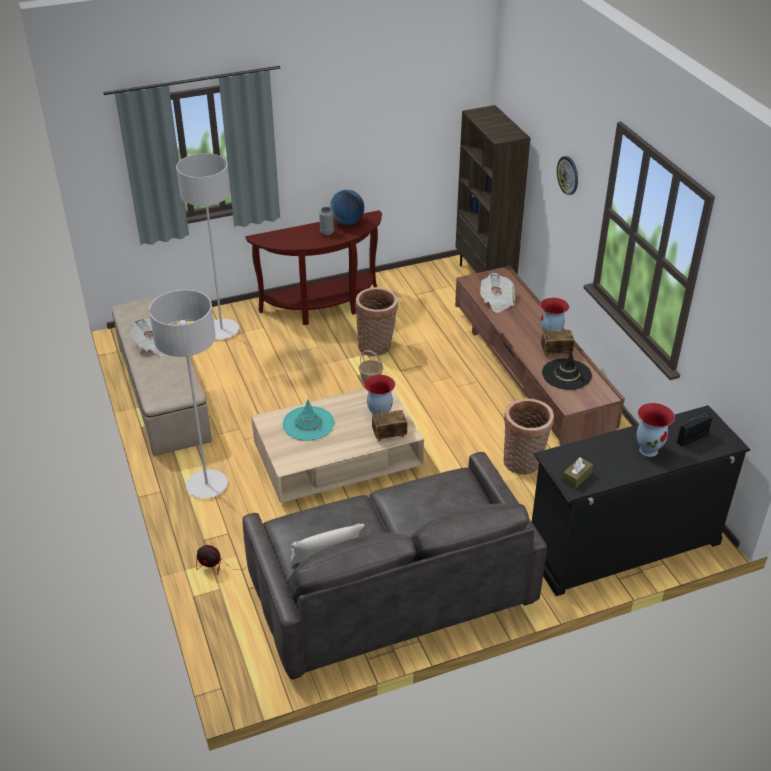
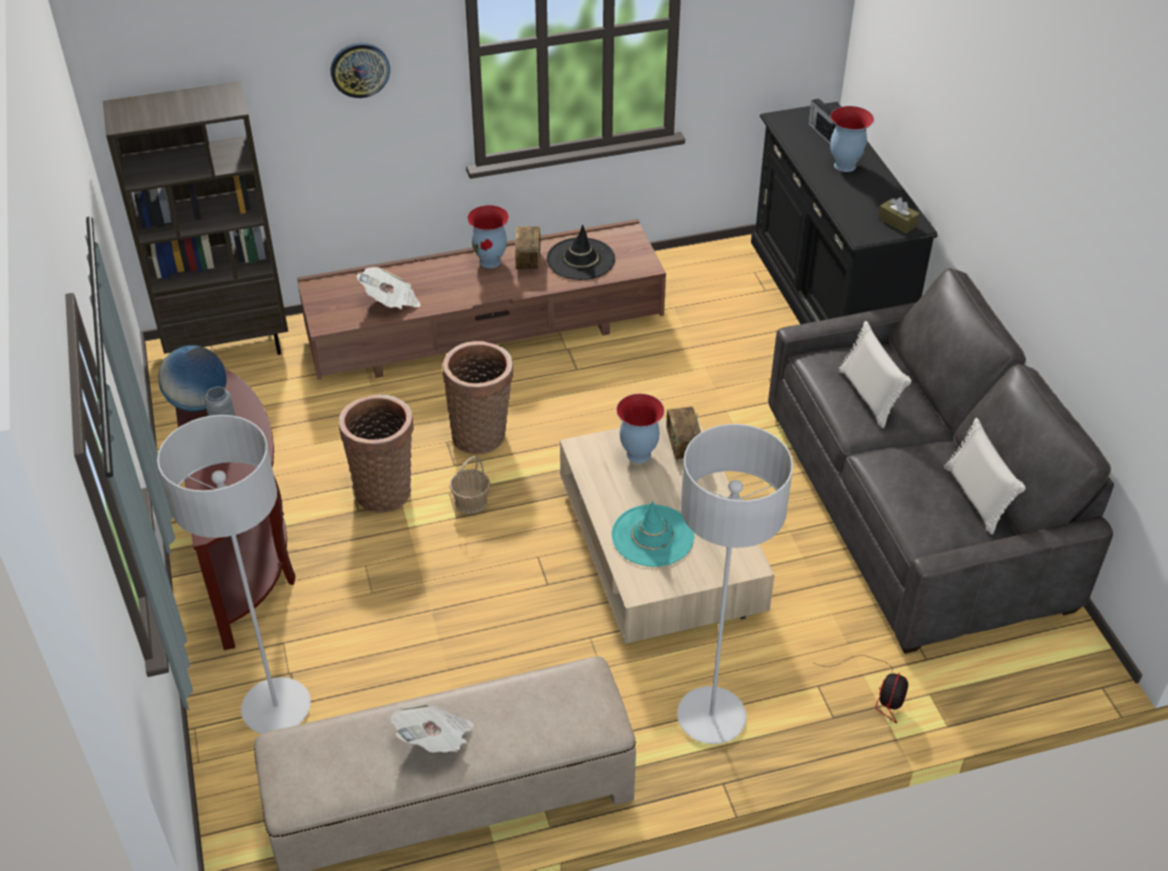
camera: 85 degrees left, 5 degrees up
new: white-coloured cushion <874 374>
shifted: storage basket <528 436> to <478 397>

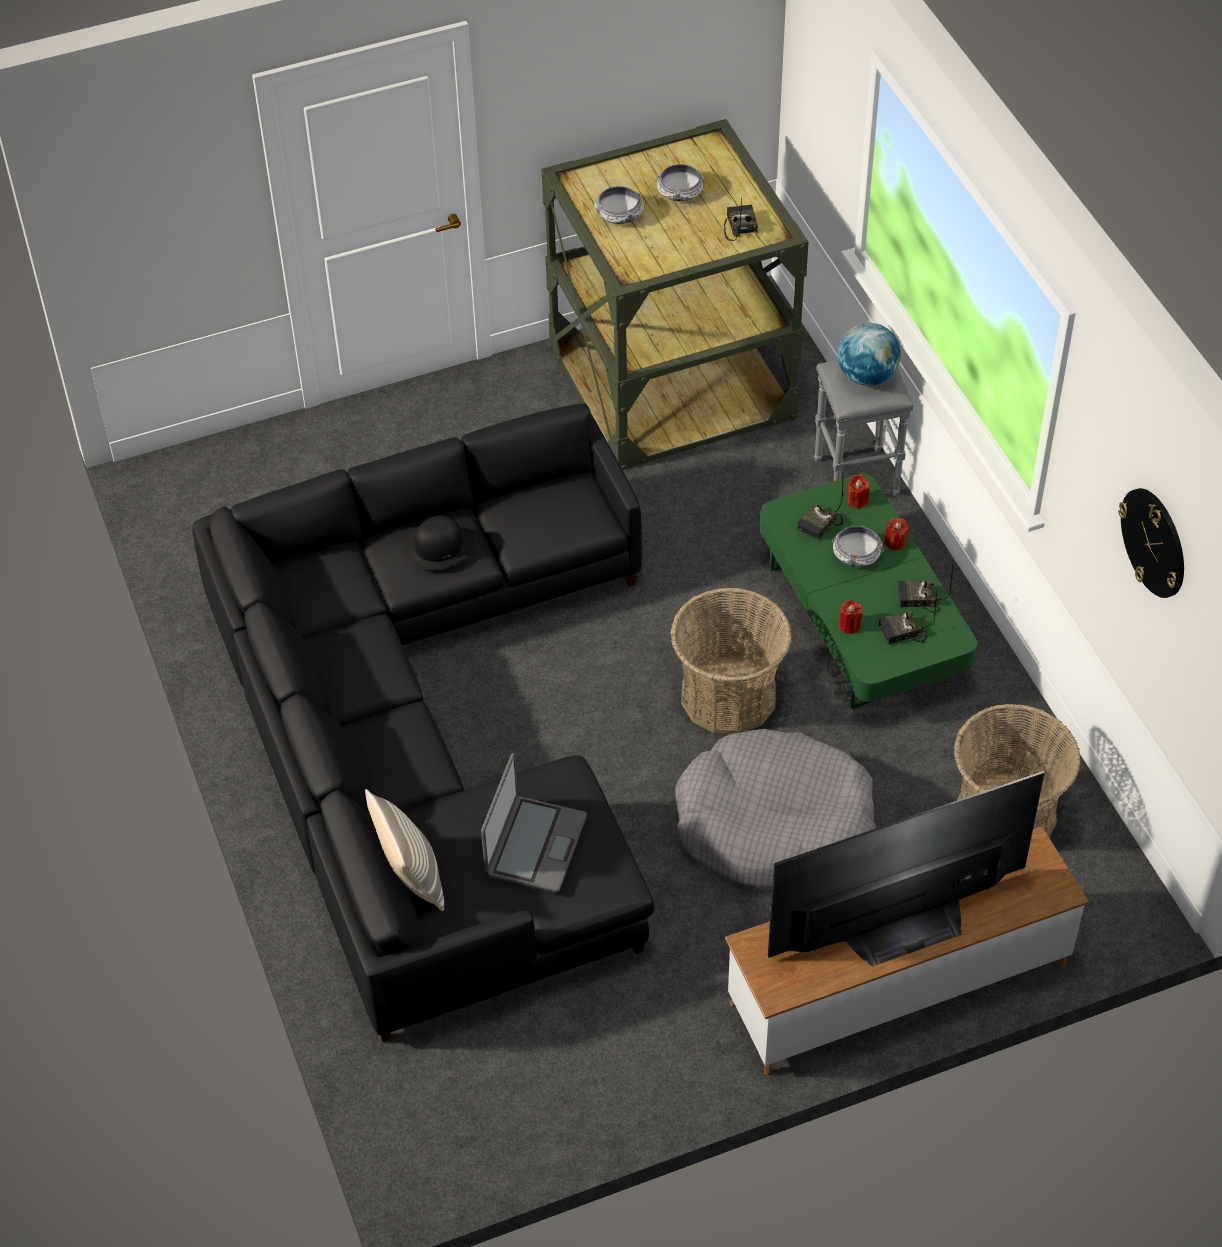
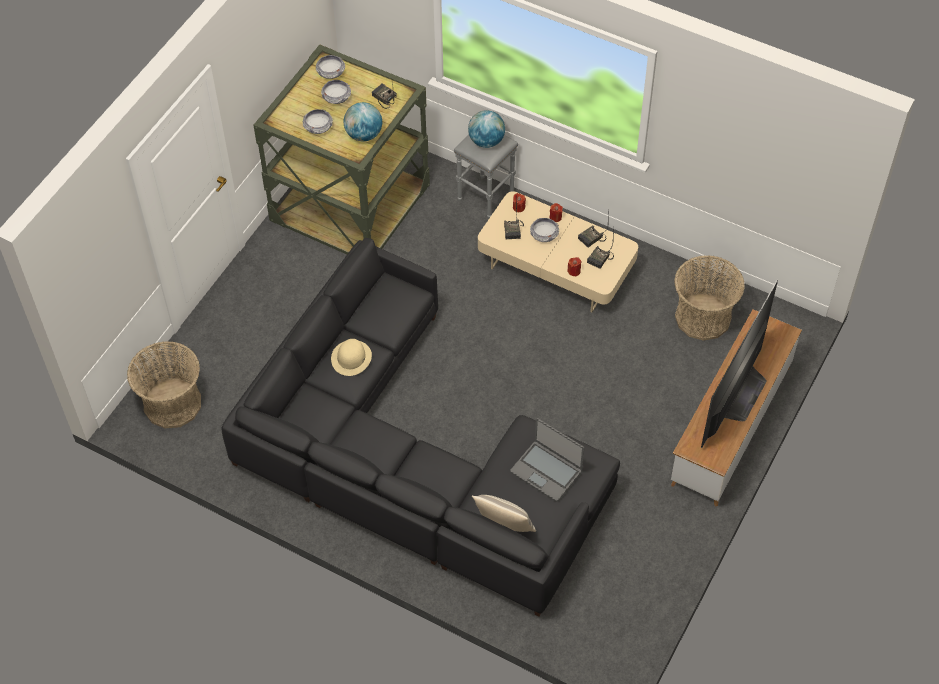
camera: 40 degrees left, 5 degrees up
gone: gray pet bed <775 808>; hanging clock <1151 543>
new: bowl <330 67>; desk globe <362 121>
shifted: storage basket <731 660> to <164 384>
repainted: black-coloured wearable hat <439 543> to beige wearable hat <351 357>; green low table <868 591> to beige low table <558 252>
rotated: portable computer <534 823> = <547 460> 150 degrees clockwise

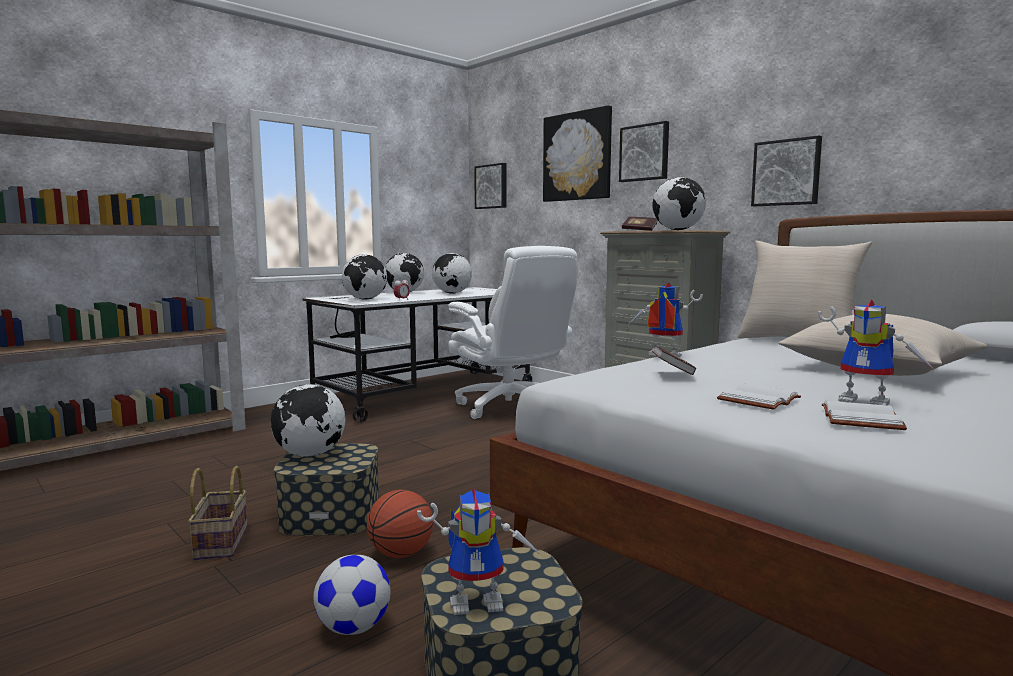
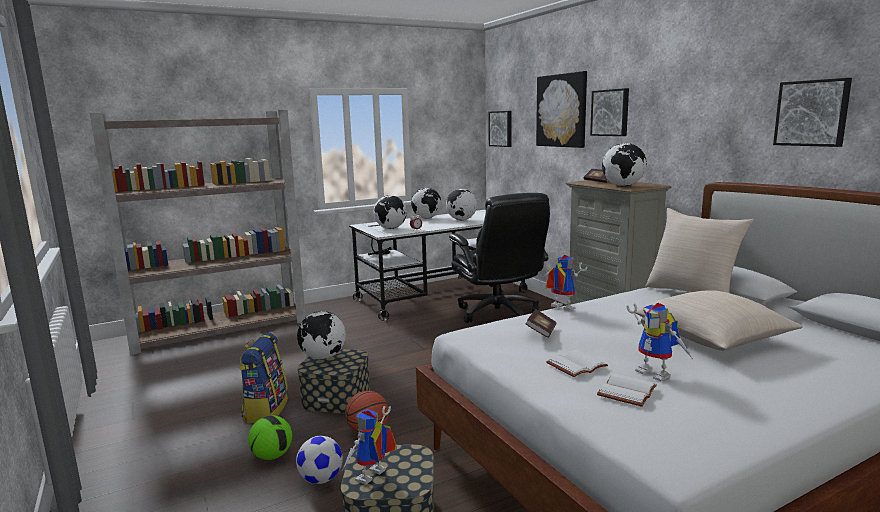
camera: 15 degrees right, 5 degrees up
new: football <270 437>
shifted: wall art <786 170> to <812 112>
swapped: storage basket <217 513> to rucksack <263 378>
repainted: white-coloured office chair <513 332> to black-coloured office chair <499 258>
rotated: toy robot <479 552> = <369 445> 120 degrees clockwise

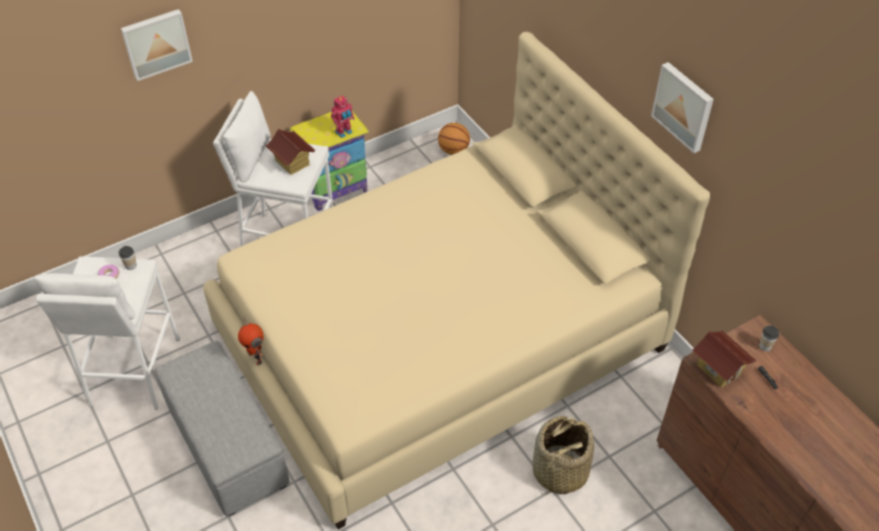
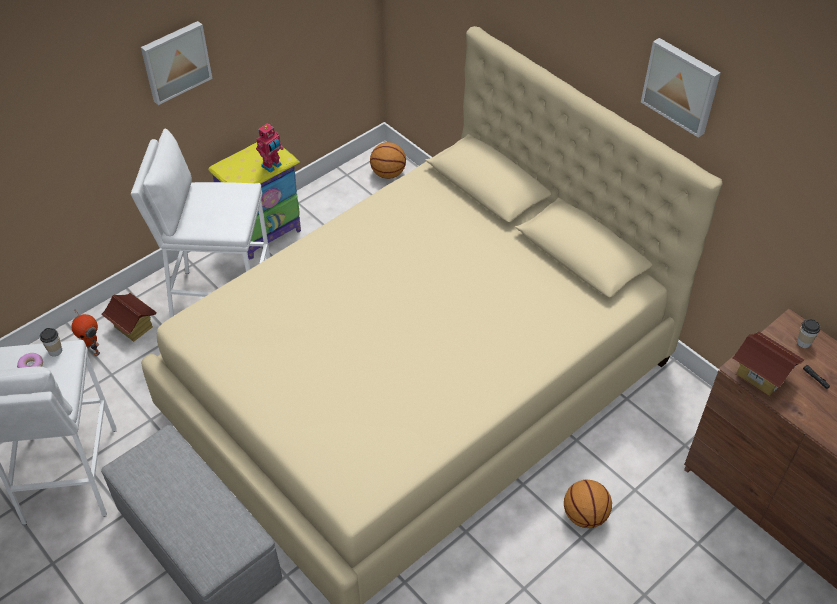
camera: 10 degrees left, 0 degrees up
shifted: toy robot <251 340> to <85 332>; toy house <290 152> to <129 317>; wall art <157 45> to <176 63>
swapped: storage basket <563 455> to basketball <588 503>

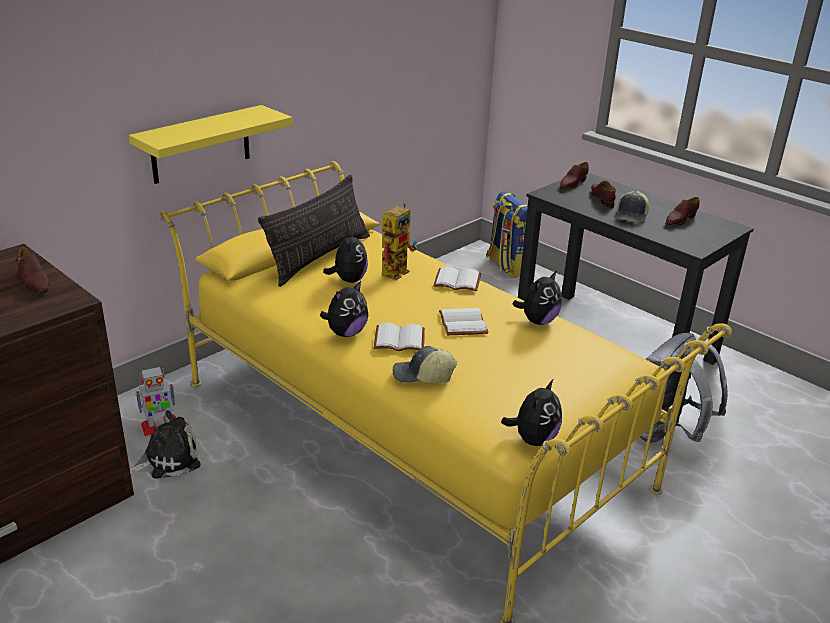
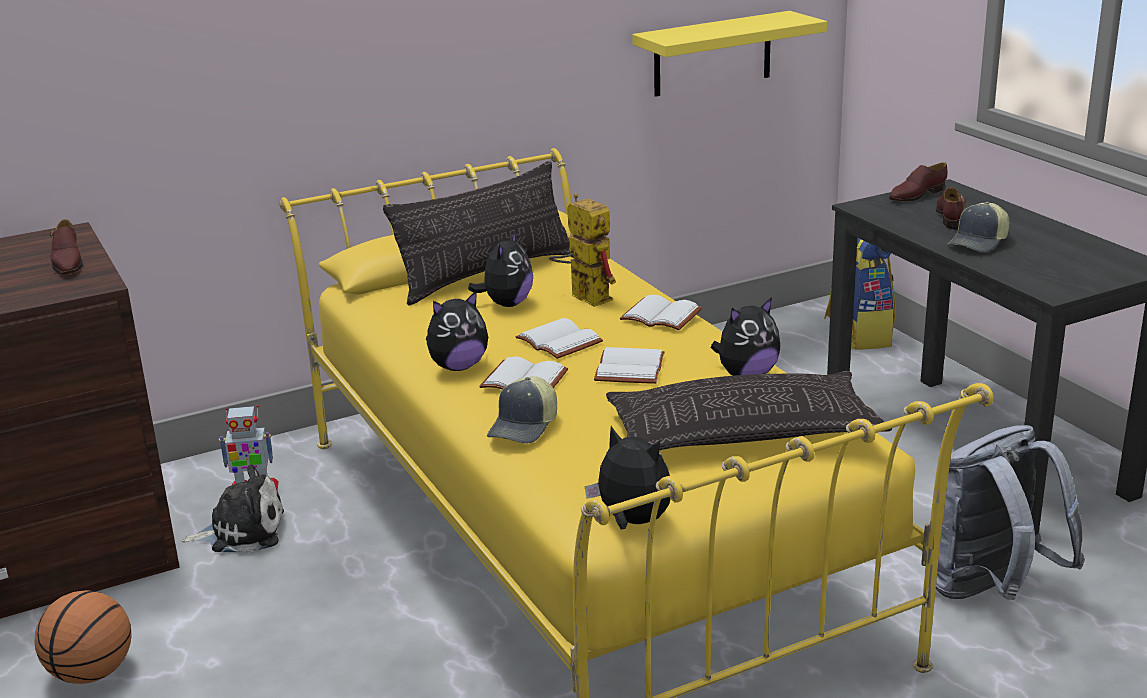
camera: 20 degrees right, 5 degrees down
gone: brown-coloured item of footwear <682 211>
new: basketball <82 637>; white-coloured bound book <559 338>; cushion <749 410>
shifted: yellow bracket shelf <211 144> to <729 54>
rotated: peaked cap <425 364> = <522 410> 90 degrees counterclockwise; toy robot <399 242> = <582 250> 90 degrees counterclockwise; cuddly toy <531 412> = <627 478> 105 degrees counterclockwise

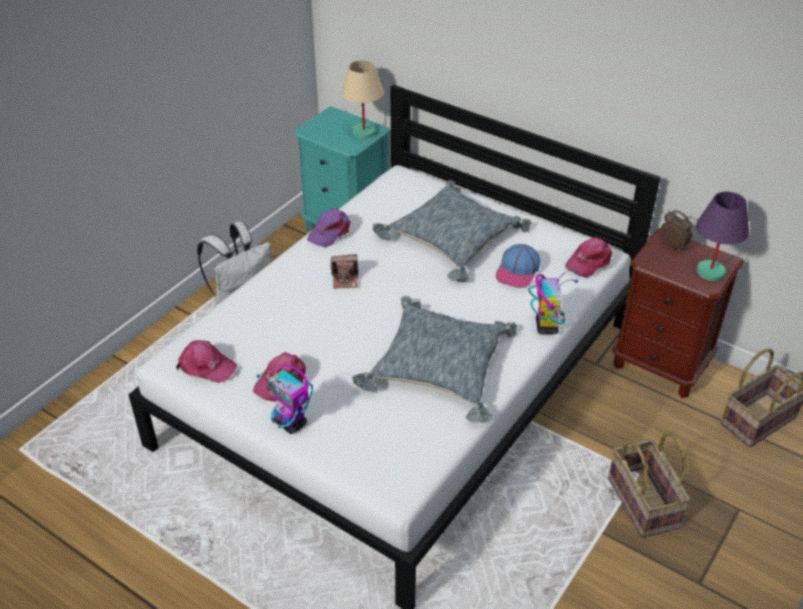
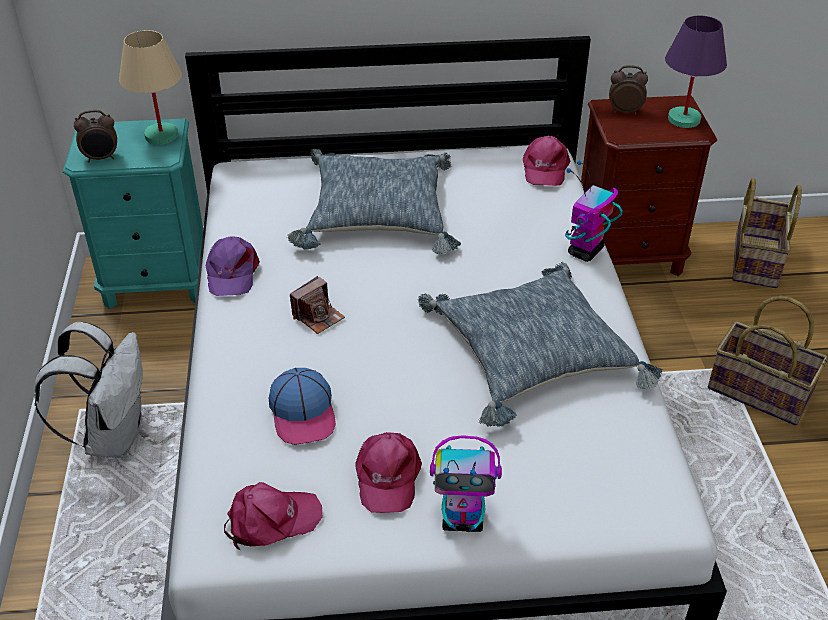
camera: 40 degrees left, 0 degrees up
new: alarm clock <95 136>
shifted: peaked cap <518 266> to <302 406>
rotated: toy robot <553 302> = <594 211> 105 degrees counterclockwise

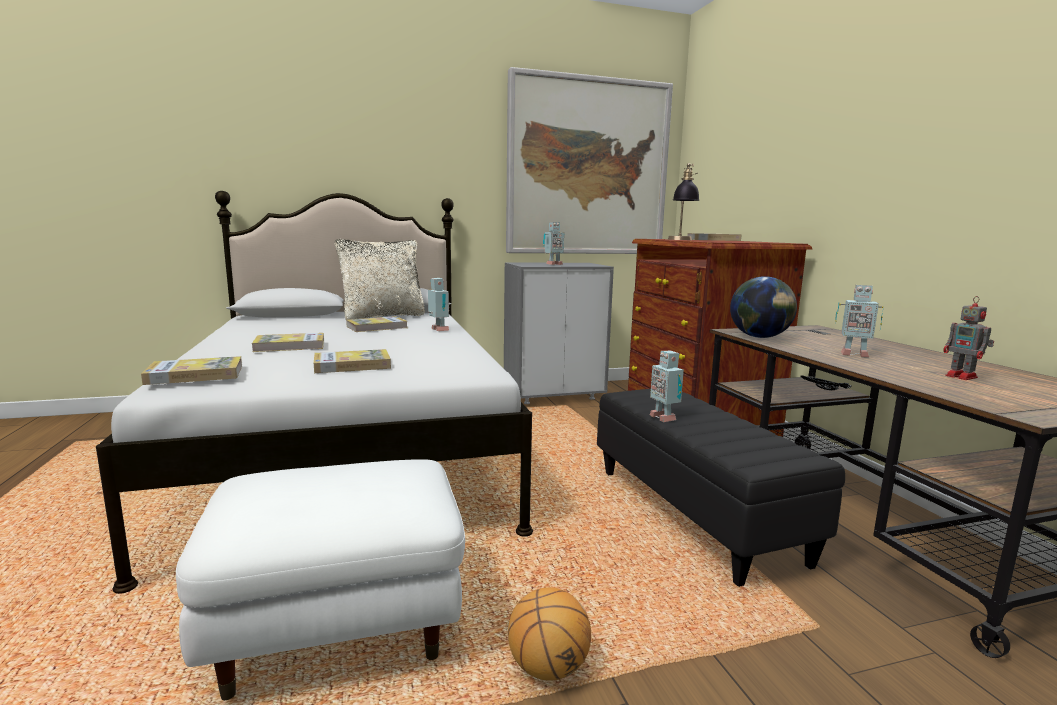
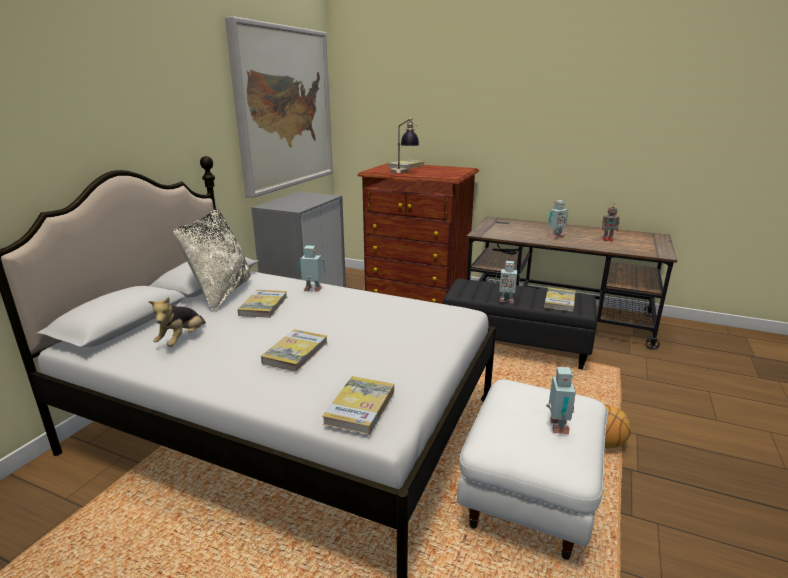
camera: 50 degrees left, 10 degrees up
gone: desk globe <763 307>
new: cuddly toy <177 322>
shifted: bound book <352 361> to <559 299>; toy robot <553 243> to <561 400>

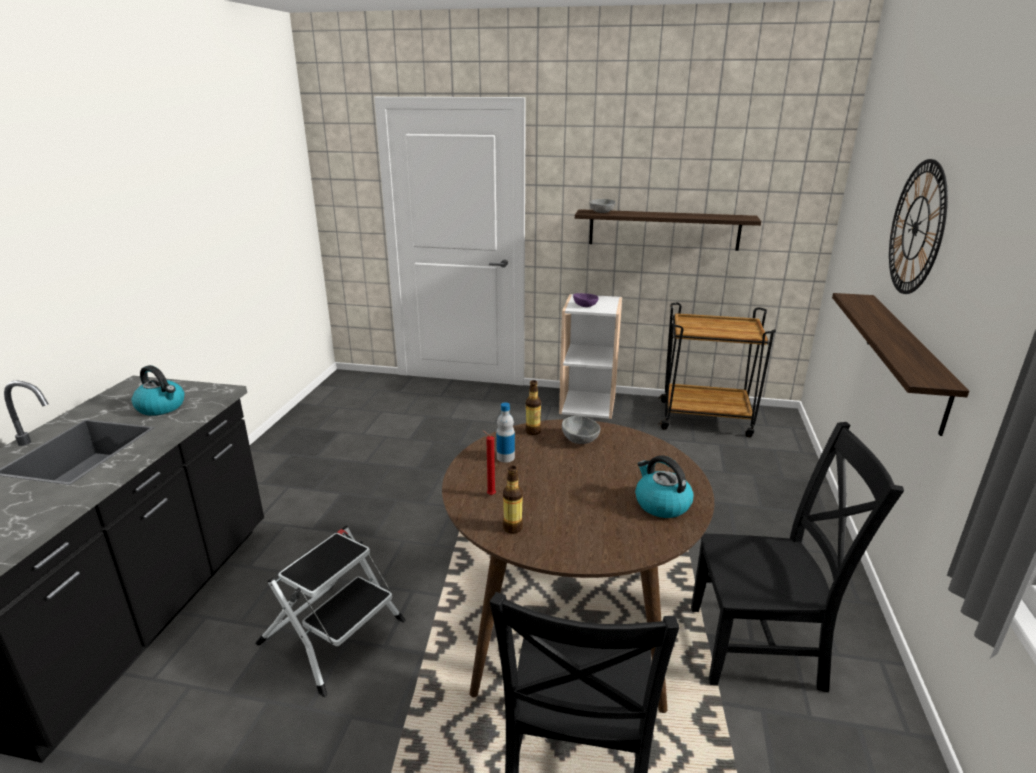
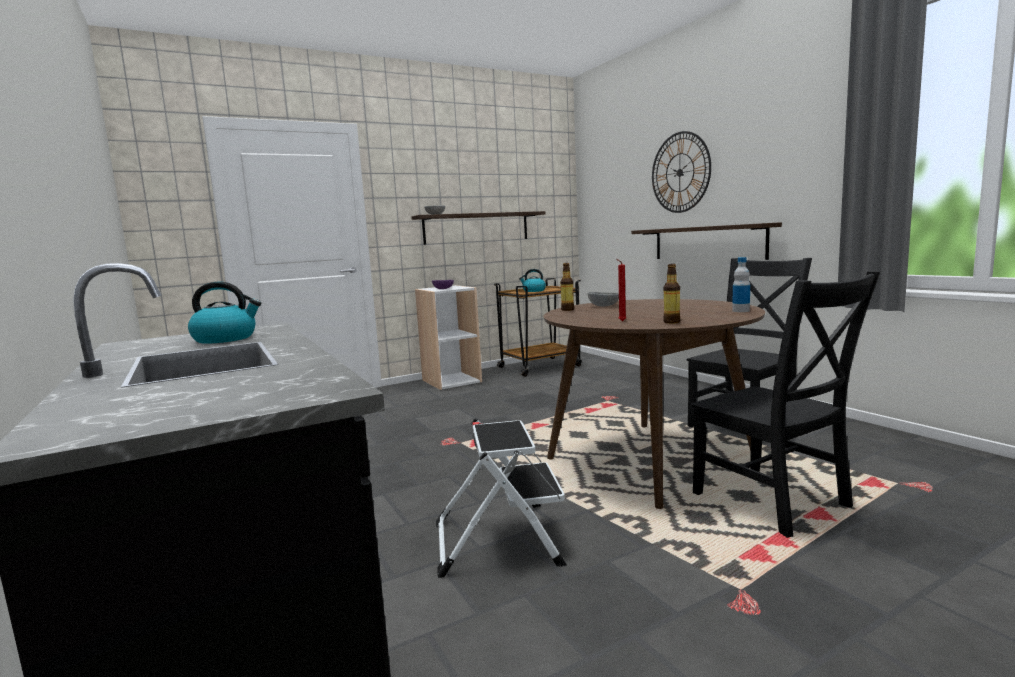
camera: 40 degrees left, 15 degrees down
shifted: kettle <664 486> to <532 280>; bottle <505 432> to <741 284>

